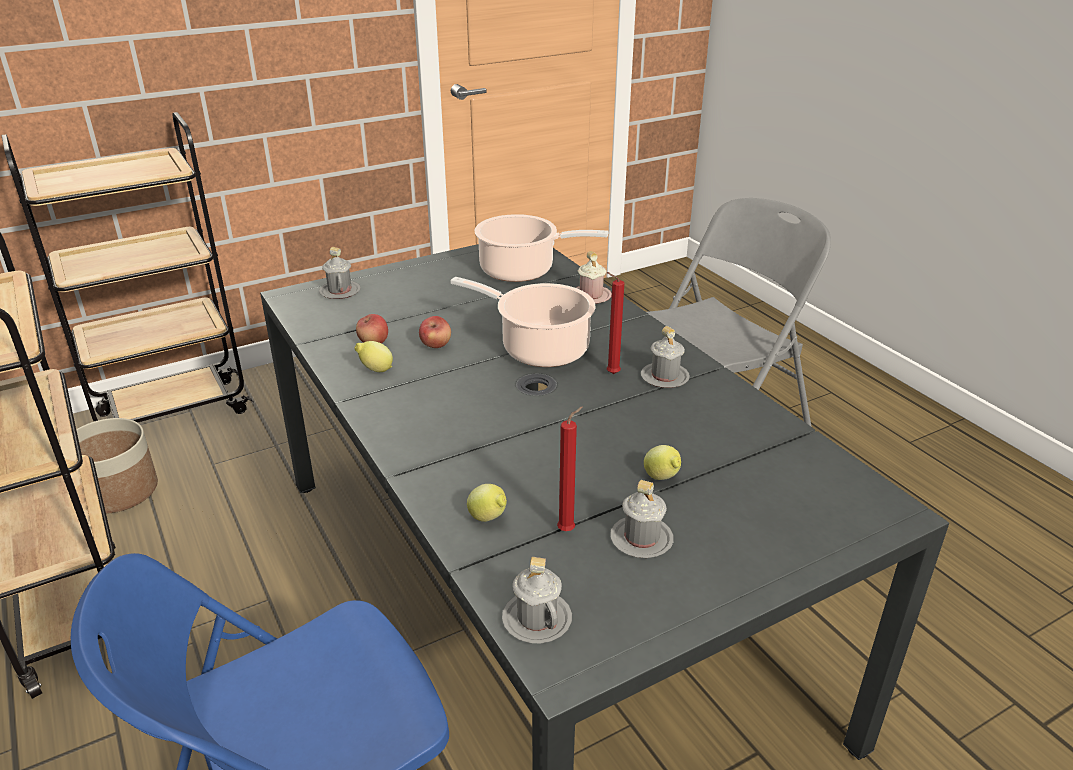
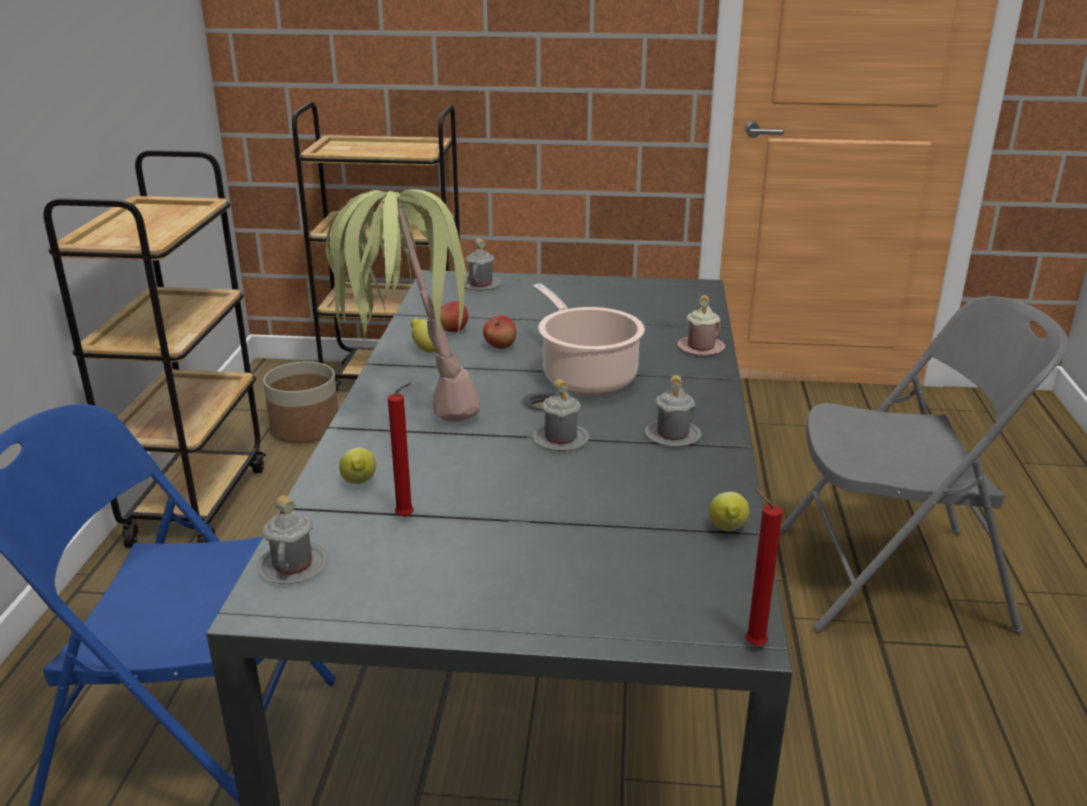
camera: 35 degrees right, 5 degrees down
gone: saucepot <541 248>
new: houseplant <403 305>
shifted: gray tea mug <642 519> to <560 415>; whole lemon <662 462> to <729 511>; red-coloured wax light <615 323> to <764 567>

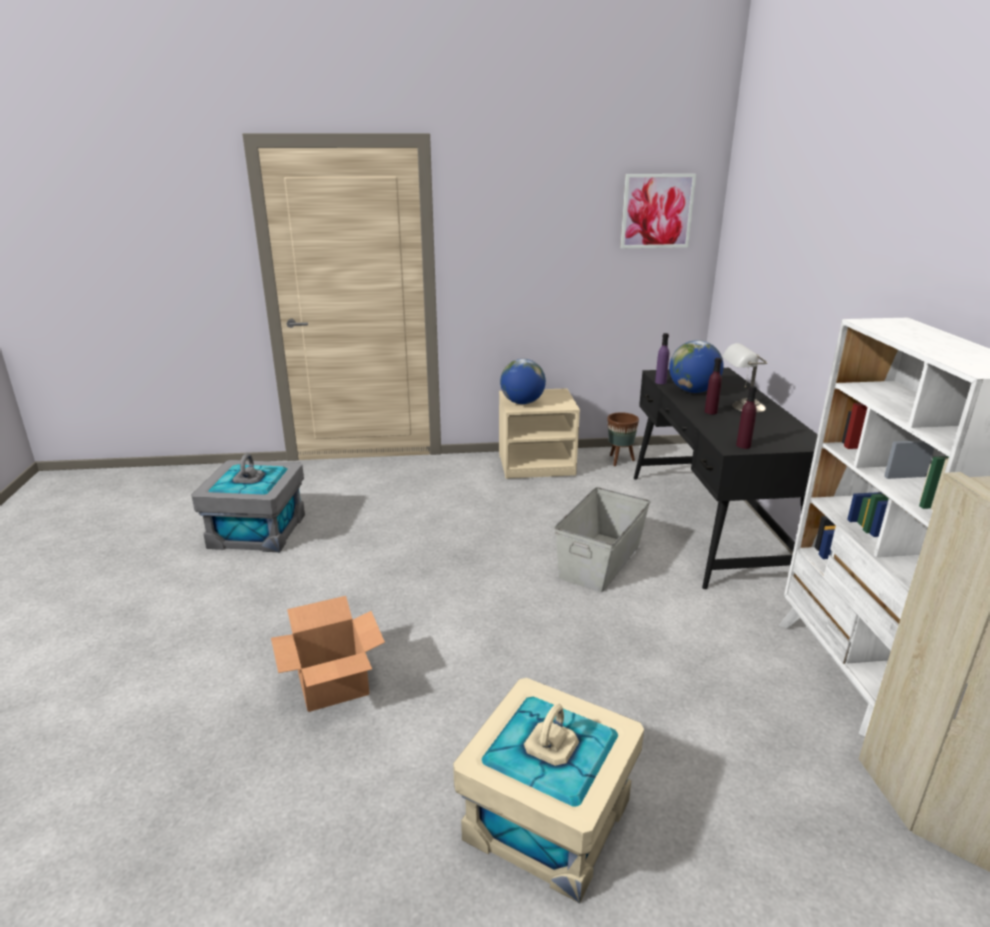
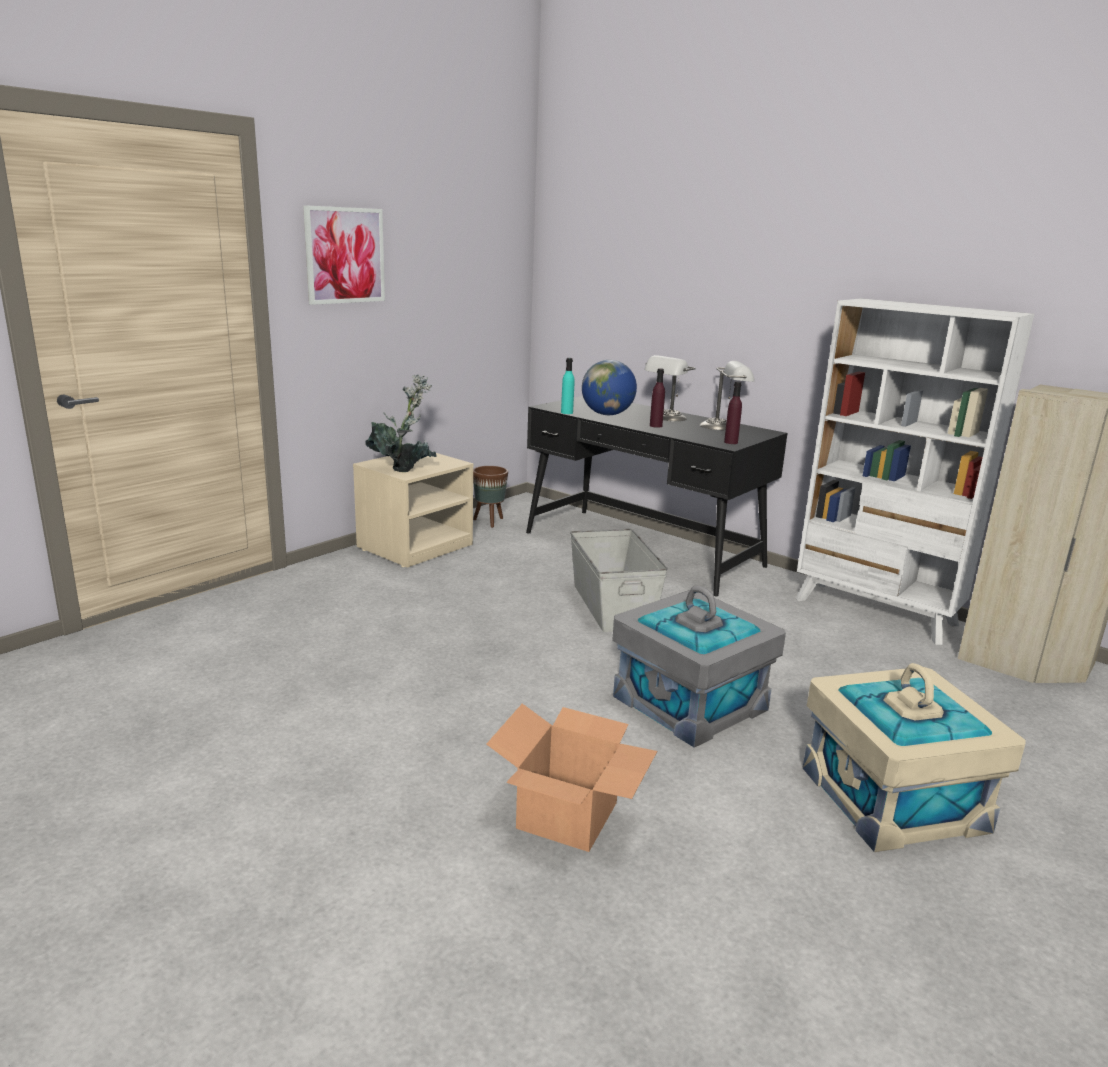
camera: 45 degrees left, 5 degrees down
new: white-coloured table lamp <727 395>
shifted: wall art <658 211> to <344 255>; gray storage box <248 502> to <699 667>
swapped: desk globe <523 381> to houseplant <401 423>
repainted: purplish bottle <662 358> to blue-green bottle <568 386>

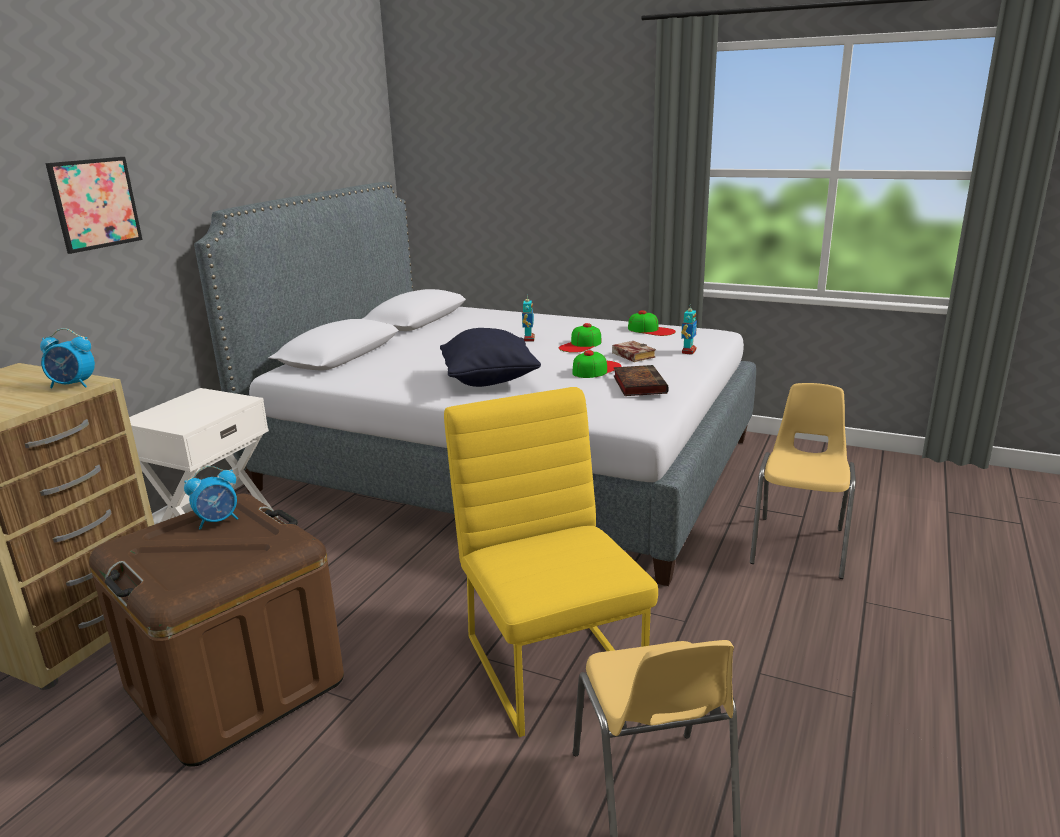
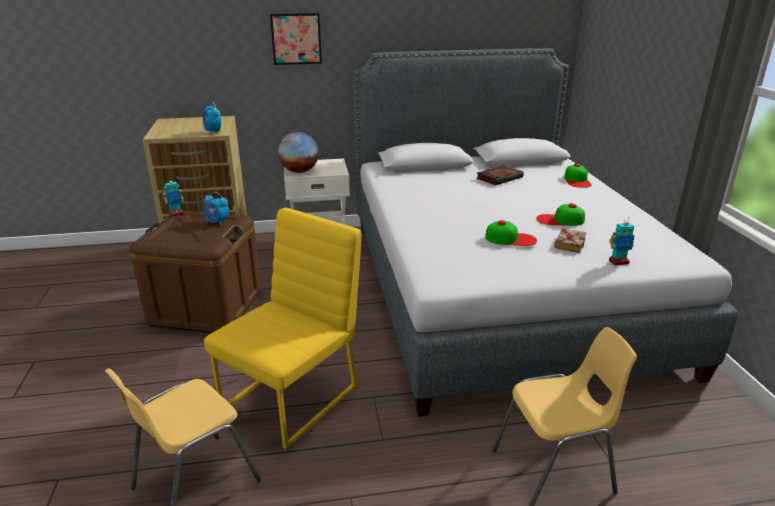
camera: 55 degrees right, 5 degrees up
gone: black-coloured cushion <490 357>
new: desk globe <298 152>
shifted: toy robot <528 320> to <173 197>; bound book <641 380> to <500 175>; peaked cap <652 323> to <578 175>

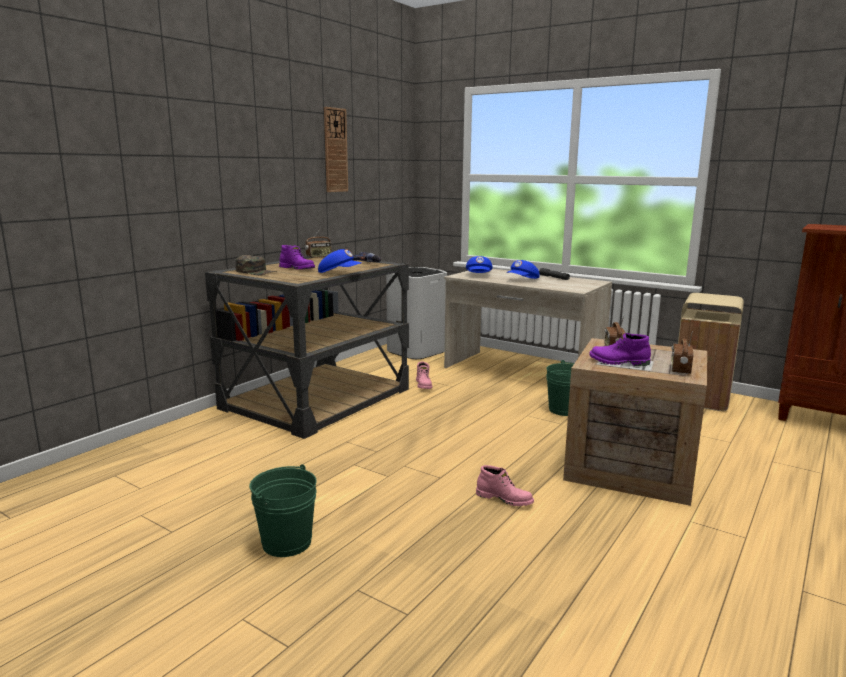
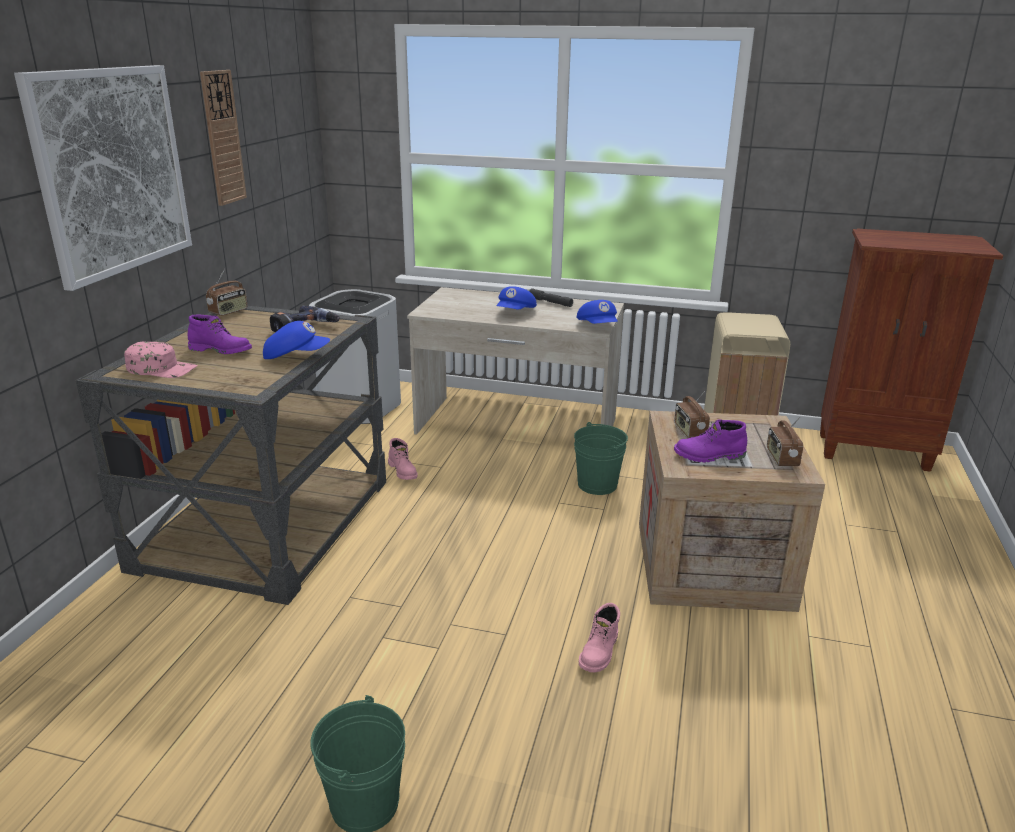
camera: 20 degrees left, 10 degrees up
new: wall art <103 178>
shifted: blue-coloured peaked cap <479 264> to <597 312>
repainted: green peaked cap <256 265> to pink-coloured peaked cap <161 360>
rotated: pink-coloured high-top boot <505 485> = <599 638> 105 degrees clockwise

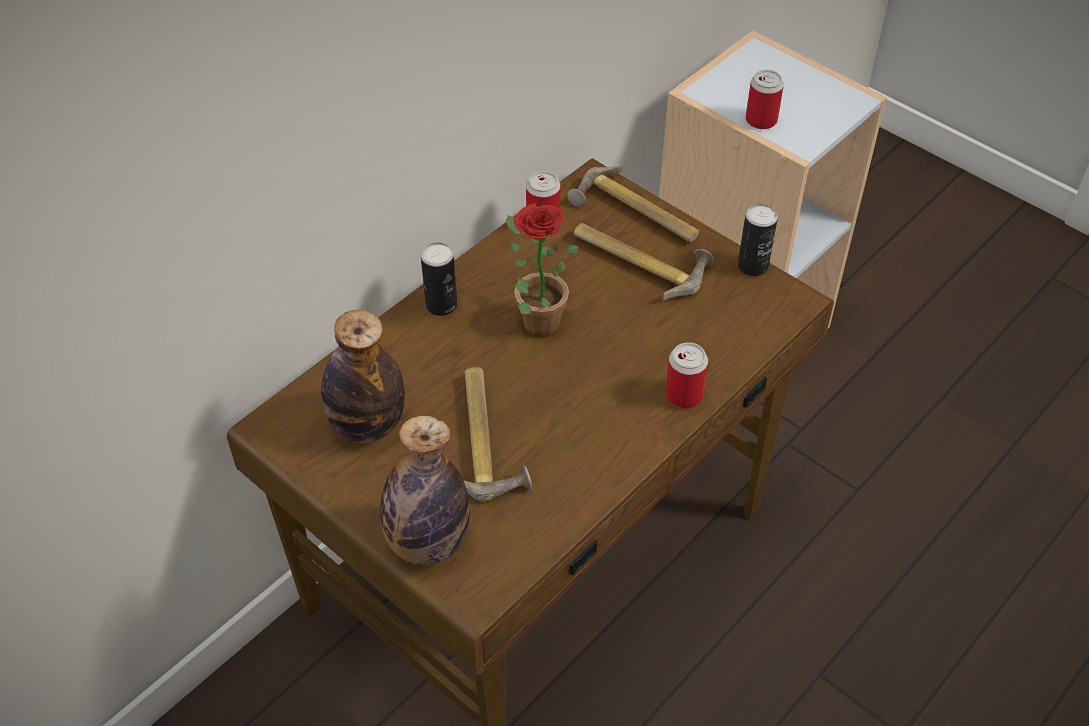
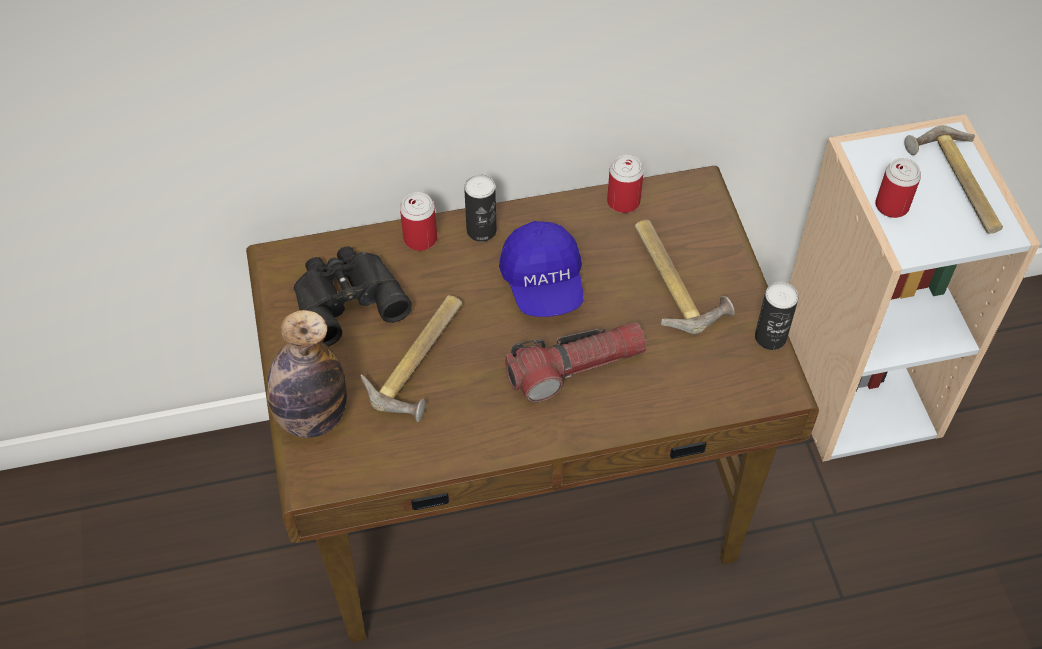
camera: 35 degrees right, 5 degrees up
new: torch <575 362>
shifted: can <686 375> to <418 221>; tool hammer <633 203> to <953 179>
swapped: bottle <363 376> to black-coloured binoculars <353 296>; houseplant <542 270> to blue-coloured peaked cap <541 269>

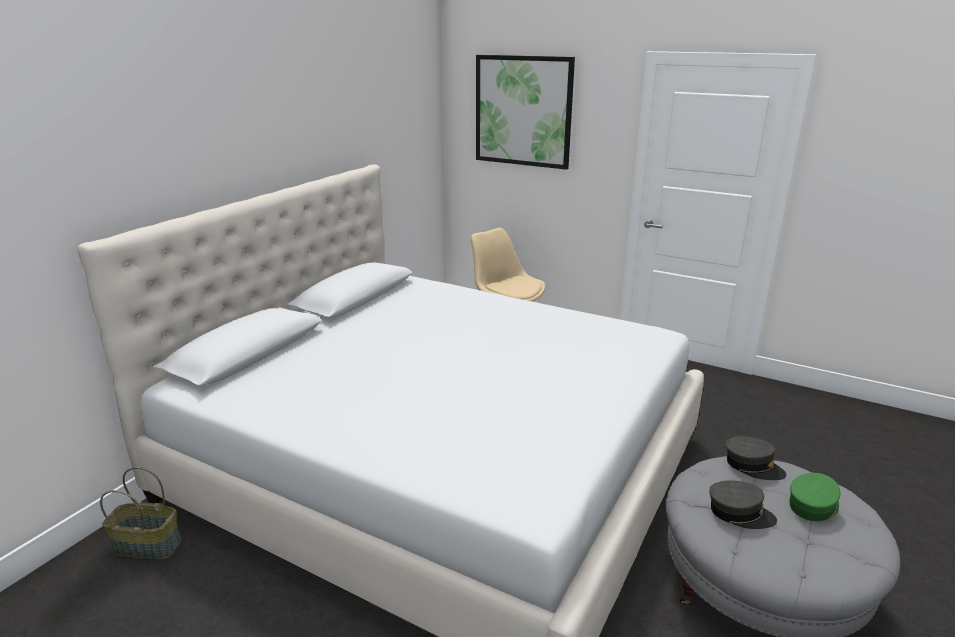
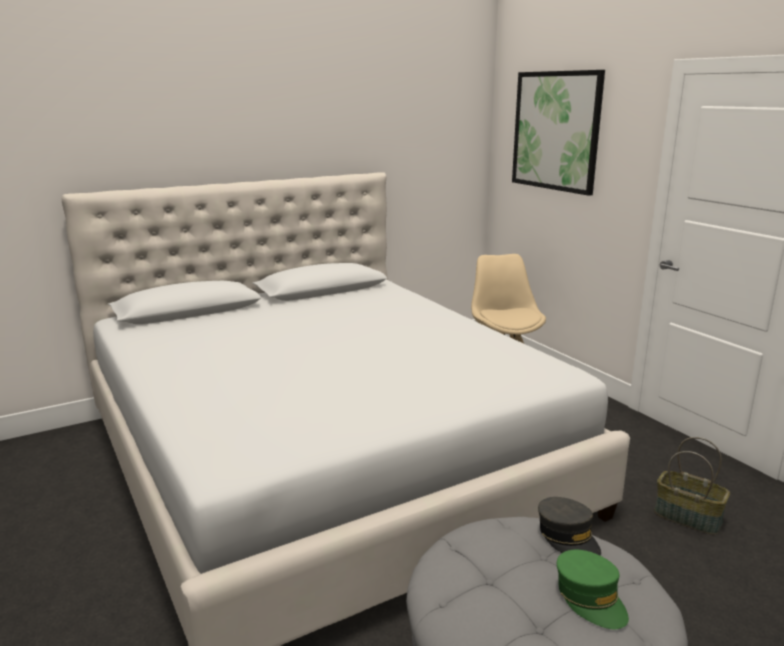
camera: 30 degrees right, 5 degrees down
gone: gray peaked cap <743 505>
shifted: storage basket <141 513> to <692 486>
rotated: green peaked cap <814 497> = <593 589> 75 degrees clockwise

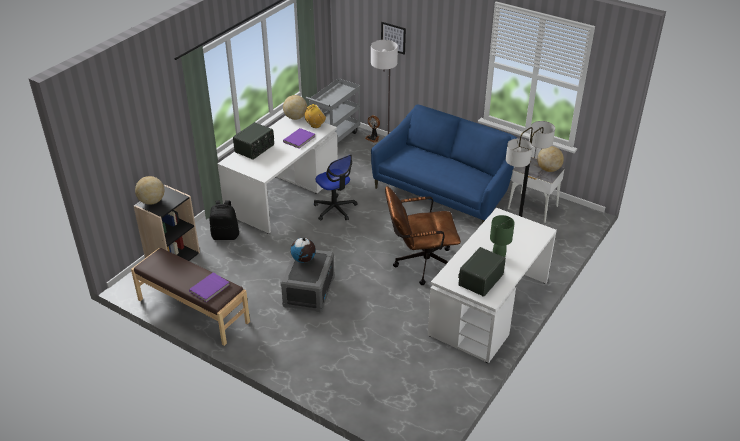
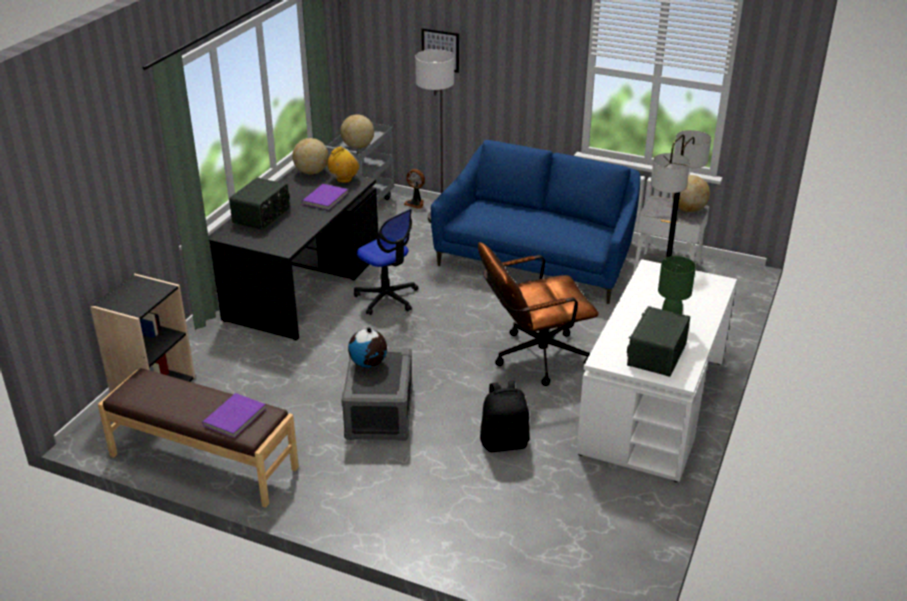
camera: 10 degrees left, 5 degrees down
shifted: desk globe <149 190> to <357 131>; black-coloured rucksack <224 220> to <505 416>
repainted: white-coloured desk table <278 175> to black-coloured desk table <293 255>

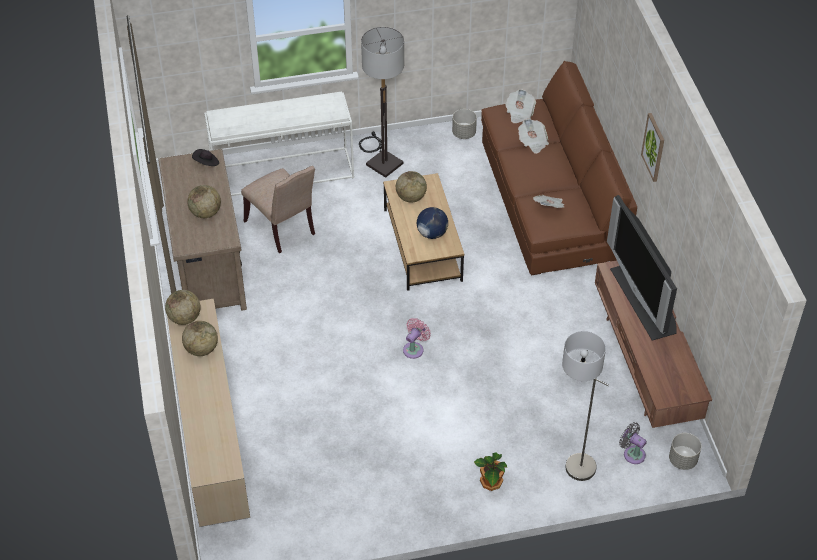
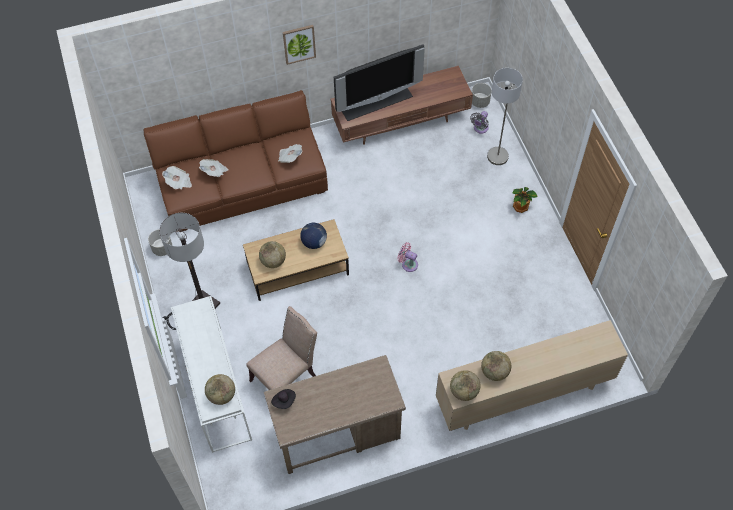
camera: 95 degrees left, 10 degrees up
shifted: desk globe <204 201> to <220 389>

